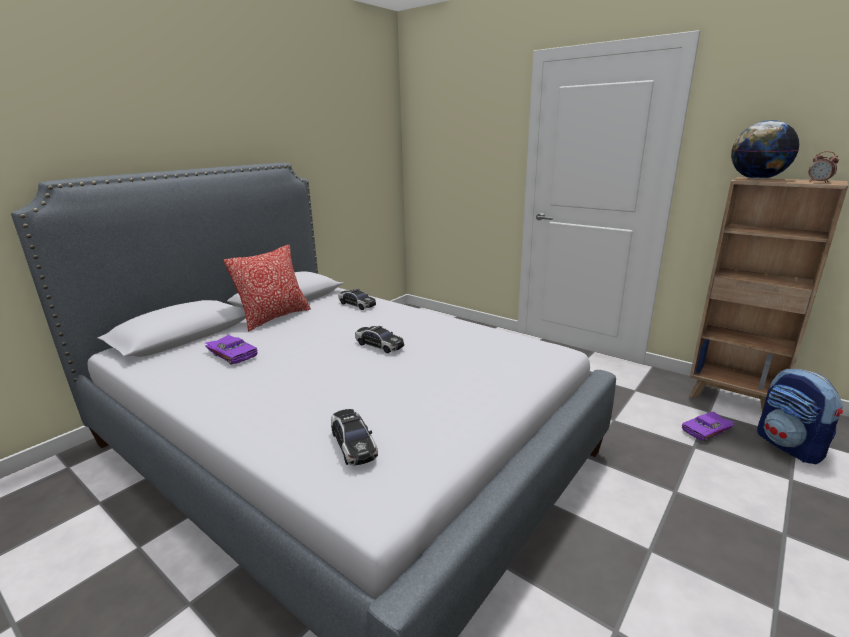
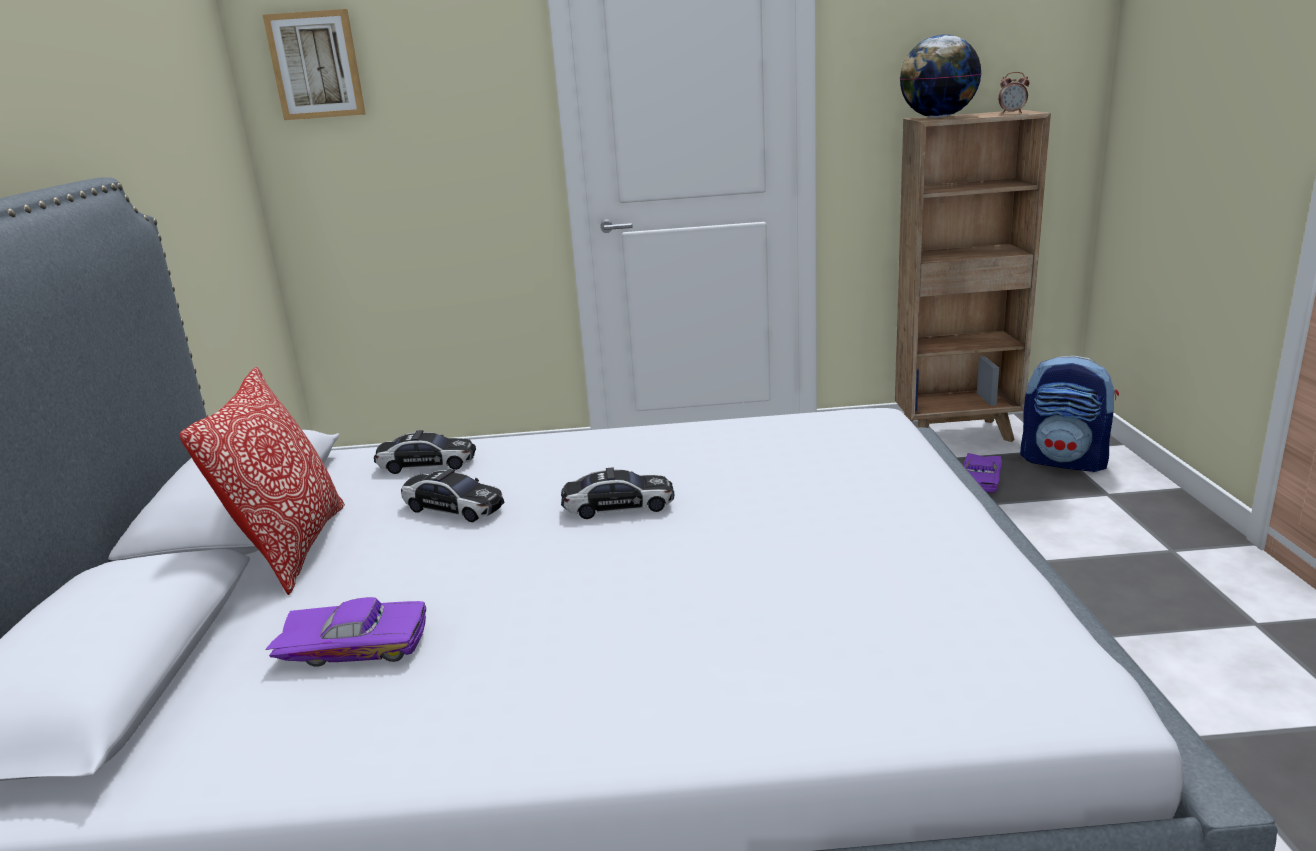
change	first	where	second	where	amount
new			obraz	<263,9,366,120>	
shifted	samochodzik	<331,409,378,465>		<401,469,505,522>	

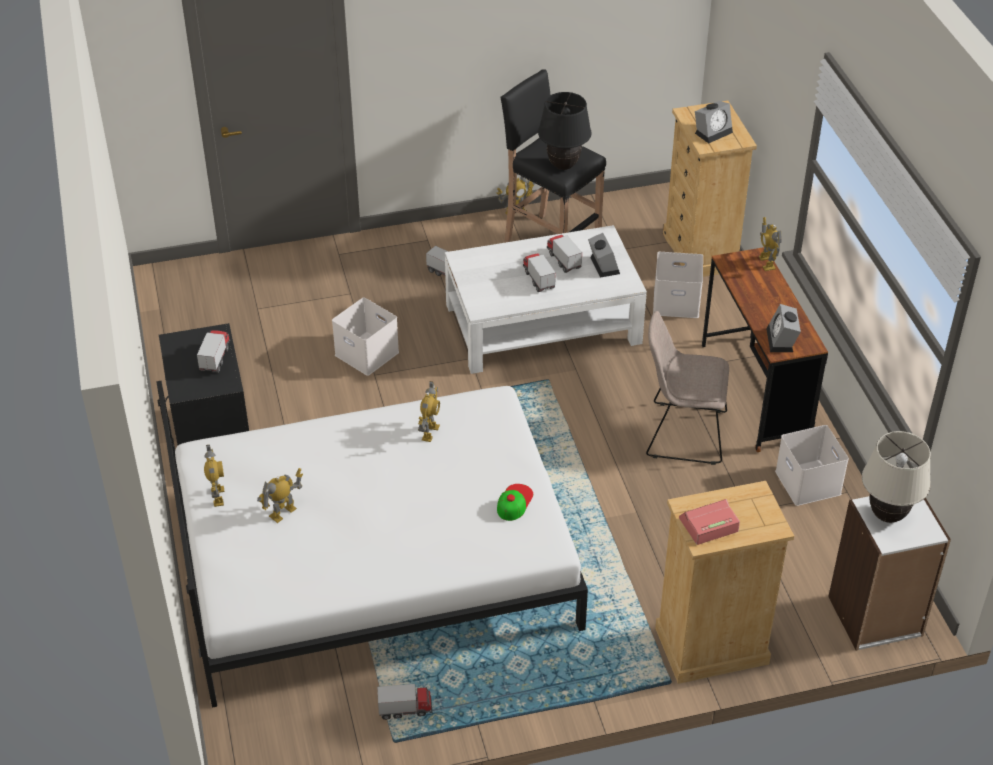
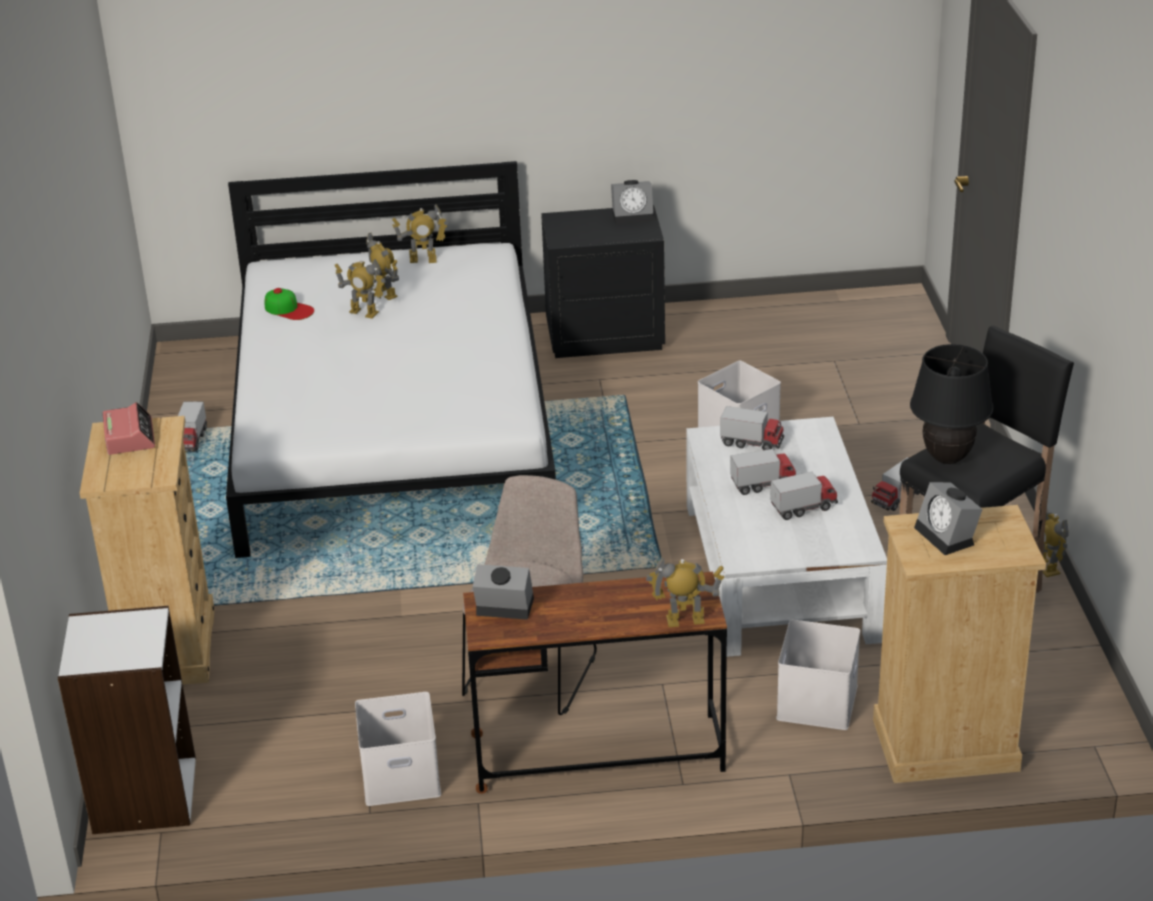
change	first	where	second	where	amount
gone	lampa stołowa [beżowy]	<862,431,931,523>			
shifted	ciężarówka zabawkowa	<197,330,230,373>		<720,406,784,450>	
shifted	robot zabawkowy	<418,381,440,442>		<335,259,386,319>	
shifted	czapka z daszkiem	<497,484,533,521>		<265,288,314,320>	
shifted	budzik	<588,233,620,278>		<611,180,654,224>	

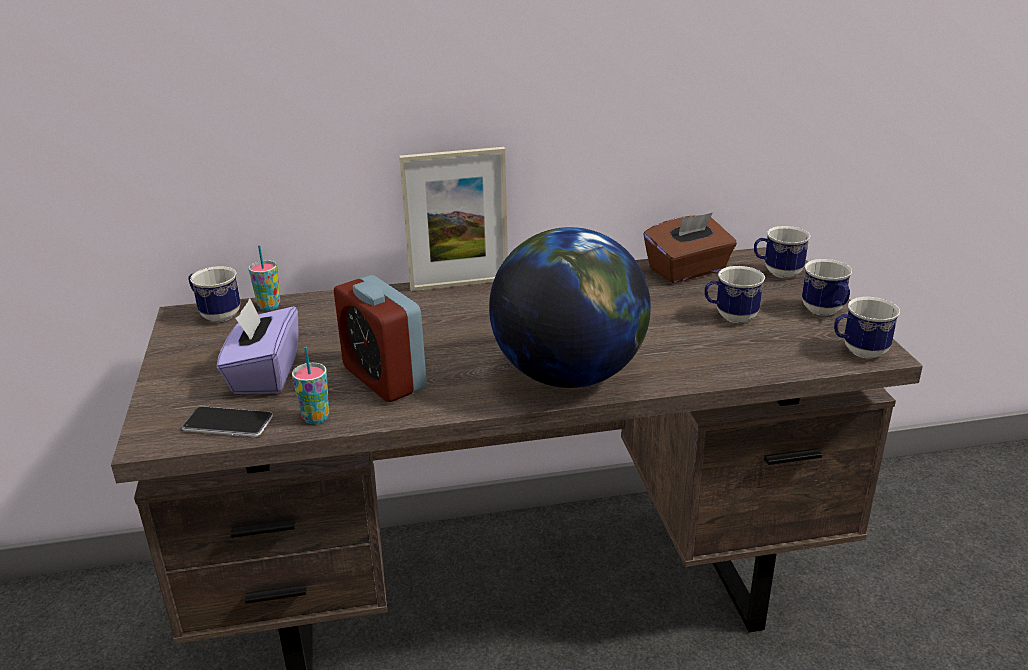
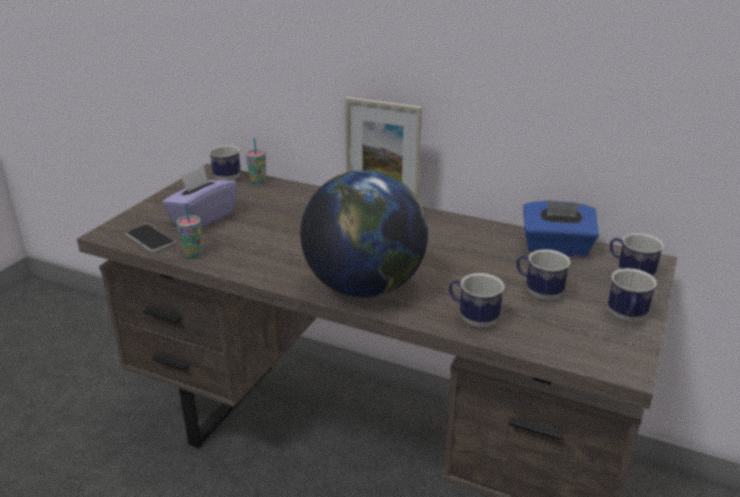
change	first	where	second	where	amount
gone	budzik	<334,275,427,402>			
shifted	kubek	<834,297,900,359>		<449,273,505,328>	
repainted	pudełko chusteczek [brązowy]	<643,212,737,283>	pudełko chusteczek [niebieski]	<523,200,599,257>	

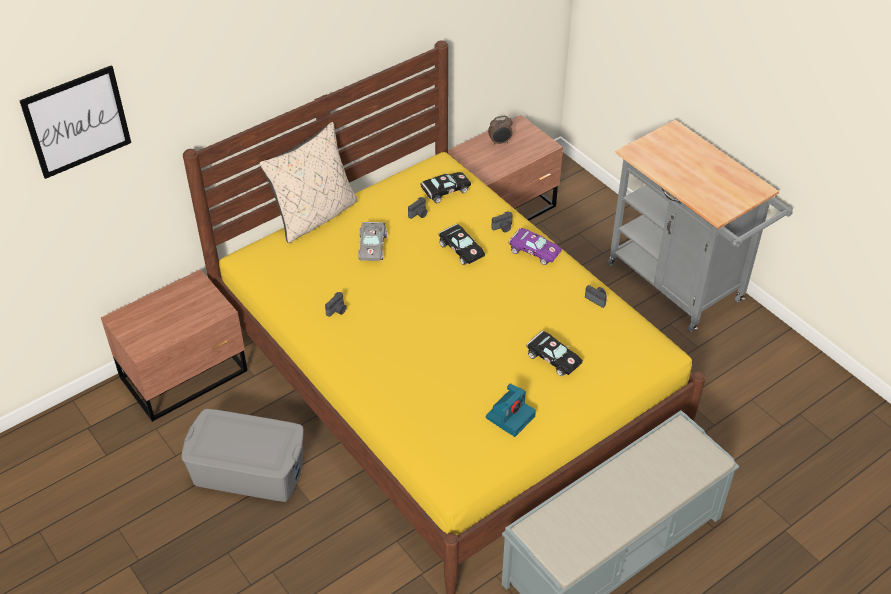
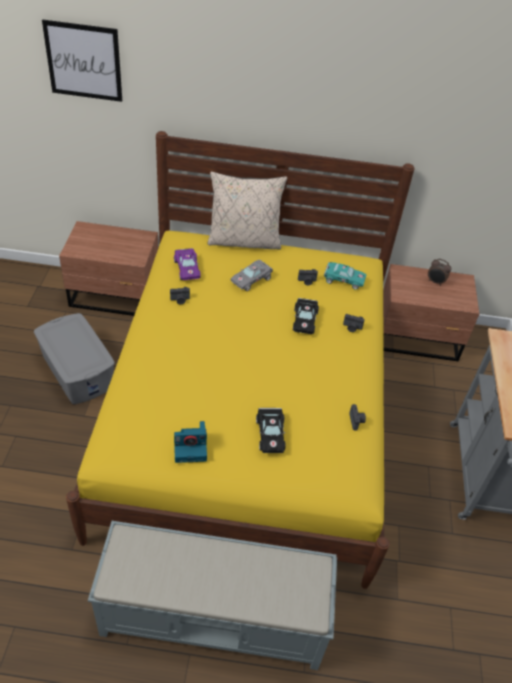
change	first	where	second	where	amount
shifted	samochodzik [fioletowy]	<509,228,562,265>		<174,248,201,280>	
repainted	samochodzik [czarny]	<421,172,471,203>	samochodzik [turkusowy]	<324,262,367,290>	

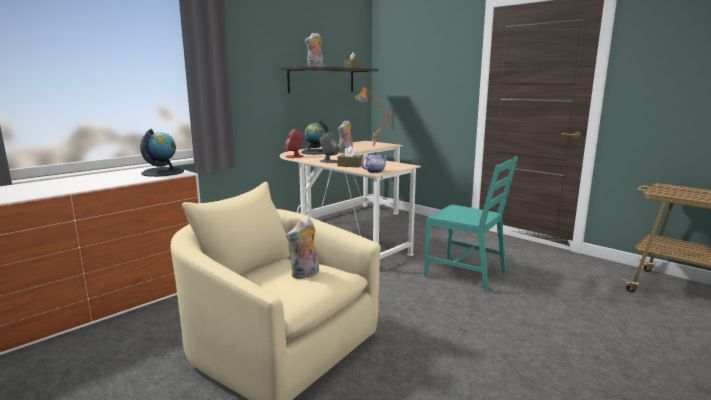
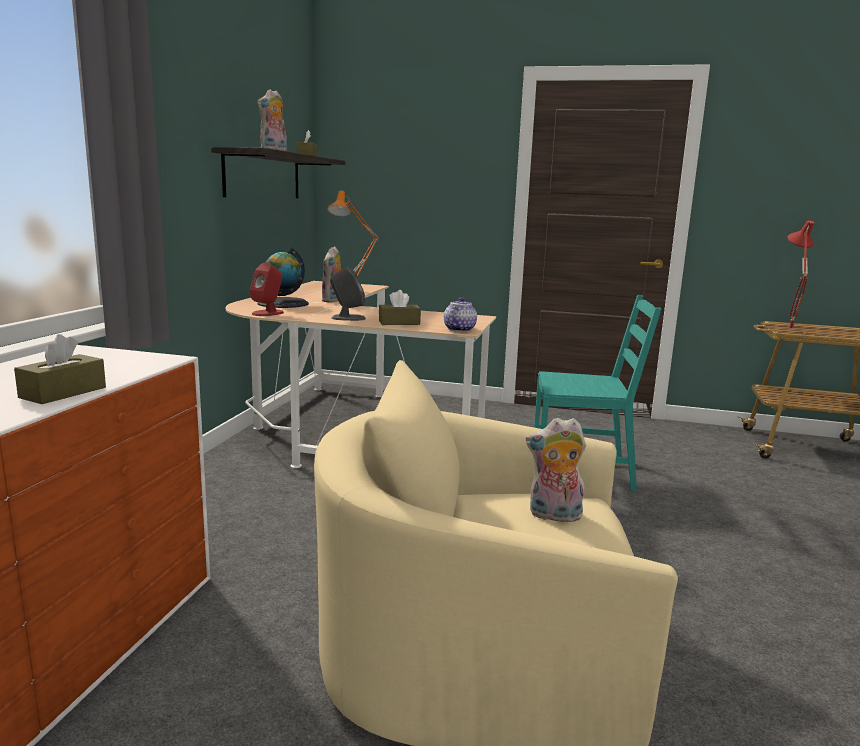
change	first	where	second	where	amount
gone	globus	<140,129,184,177>			
new			pudełko chusteczek [brązowy]	<14,334,106,404>	
new			lampa stołowa [czerwony]	<788,220,815,331>	
rotated	pluszak	<286,218,319,279>		<526,418,586,522>	75 degrees clockwise

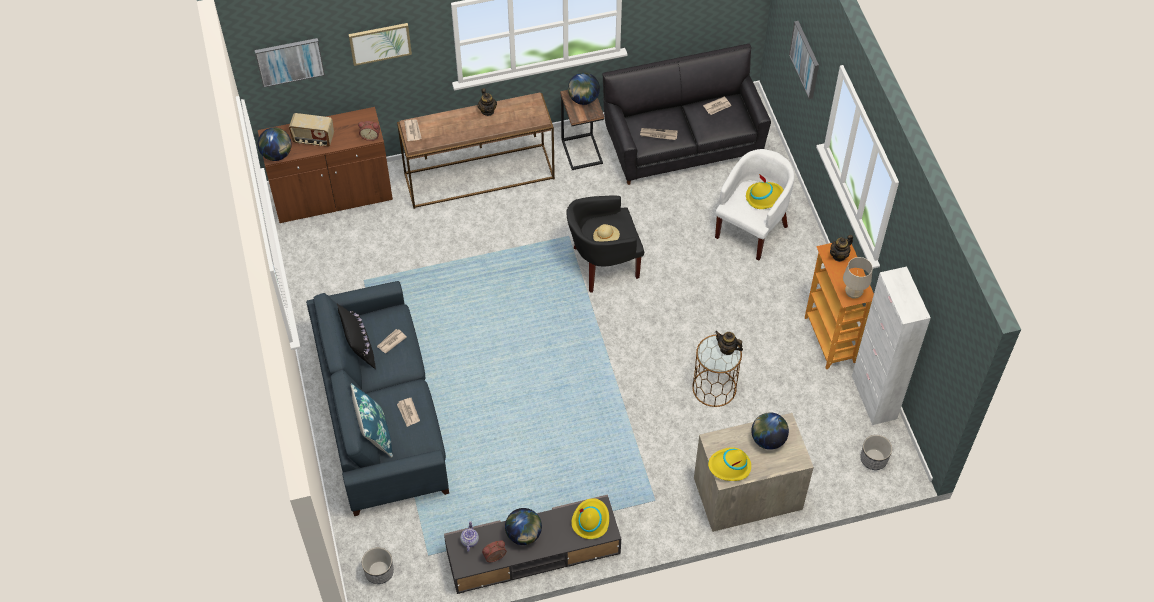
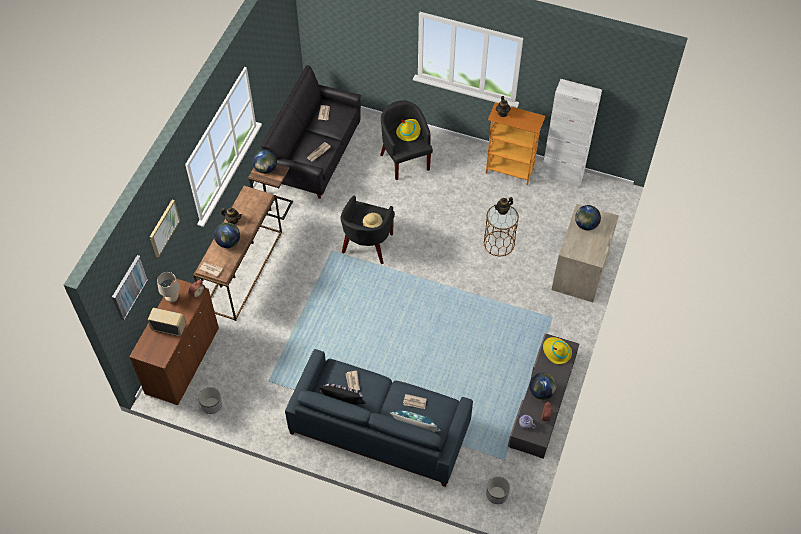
change	first	where	second	where	amount
gone	kapelusz [żółty]	<708,447,751,481>			
gone	obraz	<789,21,819,99>			
shifted	globus	<258,128,291,161>		<214,222,240,248>	
shifted	lampa stołowa [beżowy]	<843,257,873,299>		<157,272,180,302>	
shifted	donica	<860,435,892,470>		<198,387,222,414>	
repainted	fotel [biały]	<715,149,795,260>	fotel [czarny]	<380,101,433,180>	
rotated	radio	<289,113,334,147>		<147,308,186,336>	120 degrees counterclockwise

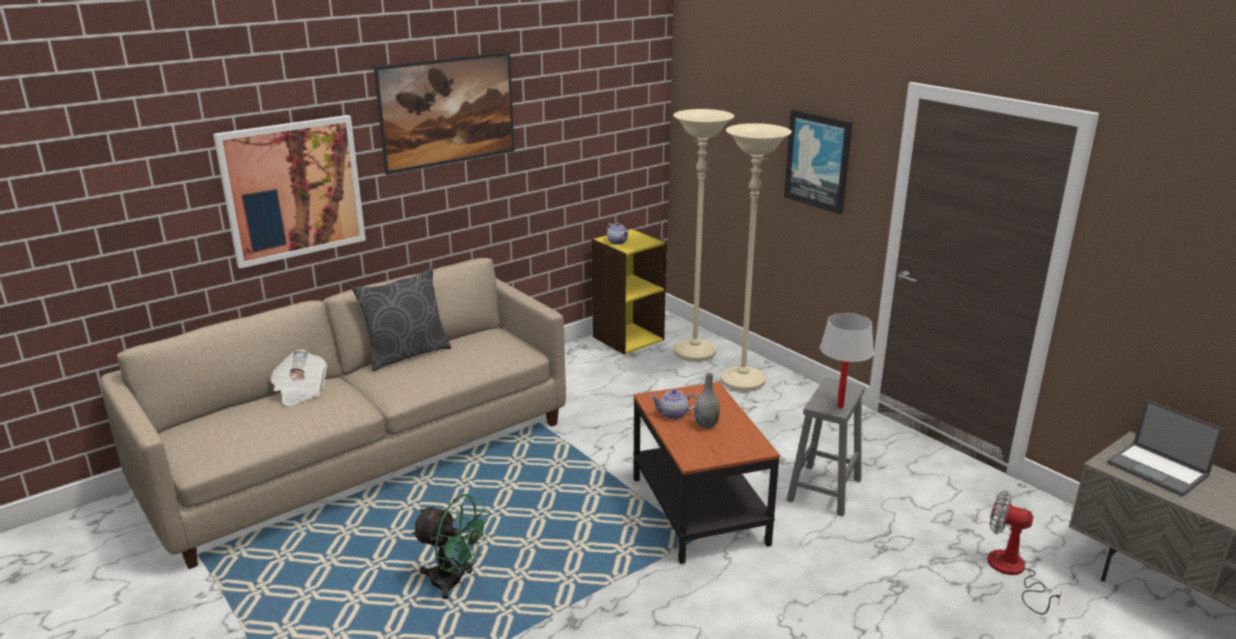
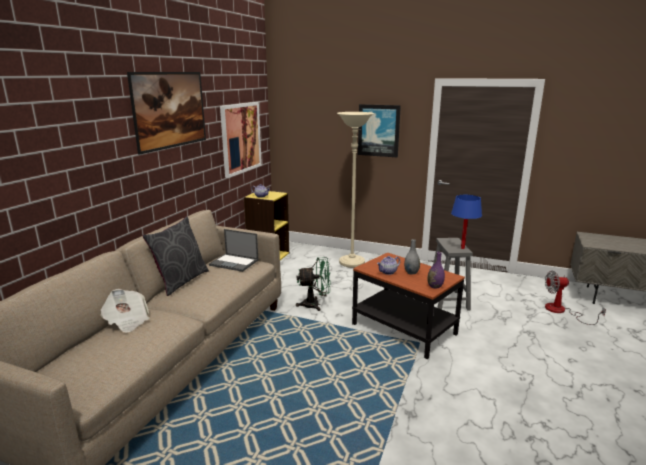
change	first	where	second	where	amount
gone	lampa stojąca [beżowy]	<673,109,734,362>			
new			wazon [fioletowy]	<427,252,445,289>	
shifted	obraz	<213,115,366,269>		<220,102,262,178>	
shifted	wentylator [zielony]	<411,494,490,599>		<296,257,331,311>	
shifted	laptop	<1107,399,1224,497>		<209,229,258,272>	
repainted	lampa stołowa [biały]	<820,313,874,408>	lampa stołowa [niebieski]	<451,195,482,249>	

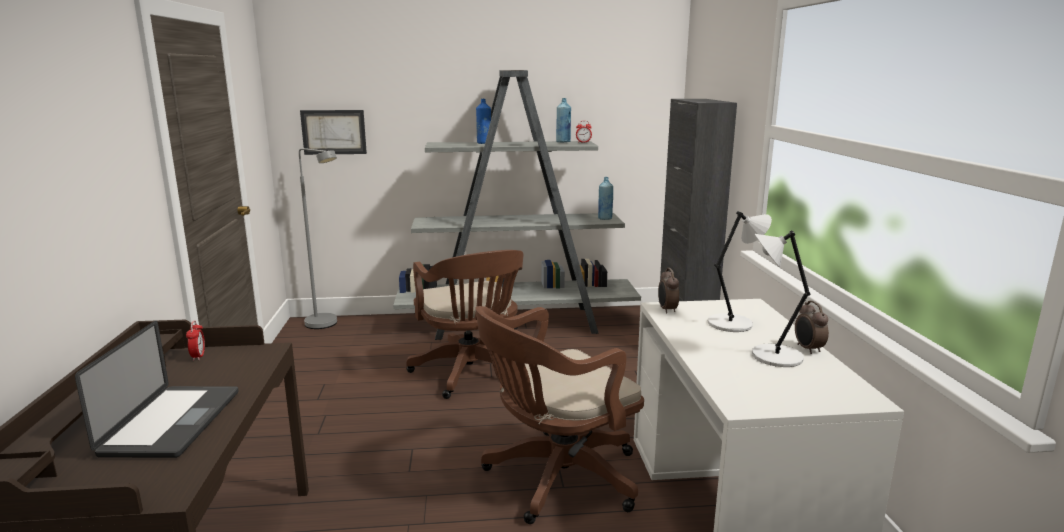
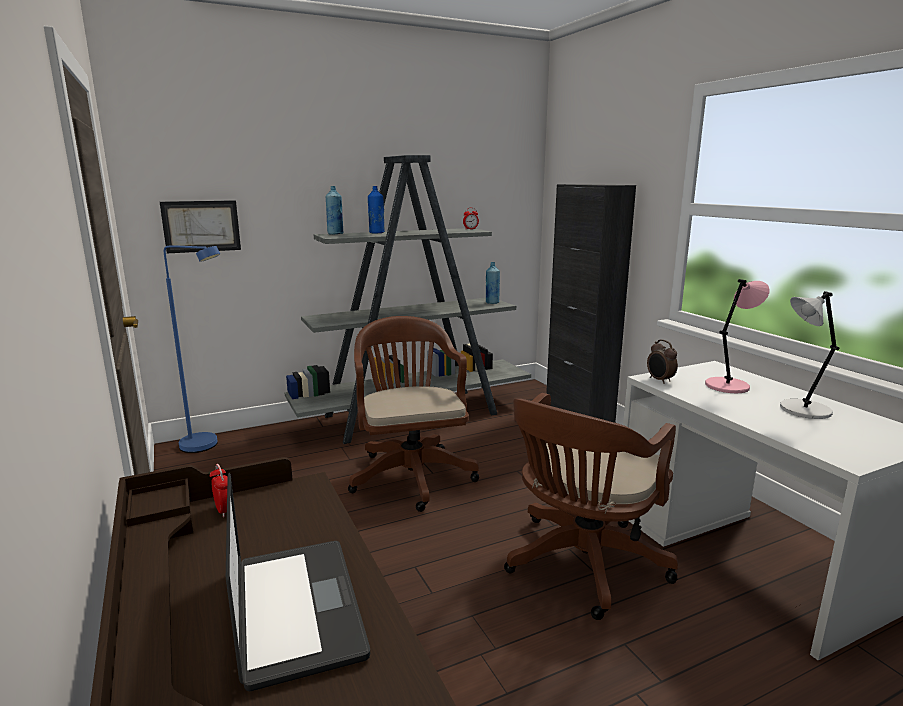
change	first	where	second	where	amount
gone	budzik	<795,301,829,354>			
shifted	butelka [niebieski]	<556,98,571,143>		<326,186,343,234>	
repainted	lampa stojąca [szary]	<299,148,337,329>	lampa stojąca [niebieski]	<164,245,220,453>	
repainted	lampa stołowa [szary]	<708,211,772,332>	lampa stołowa [różowy]	<705,279,770,393>	
rotated	krzesło biurowe [brązowy]	<406,250,523,399>		<348,316,479,512>	150 degrees counterclockwise

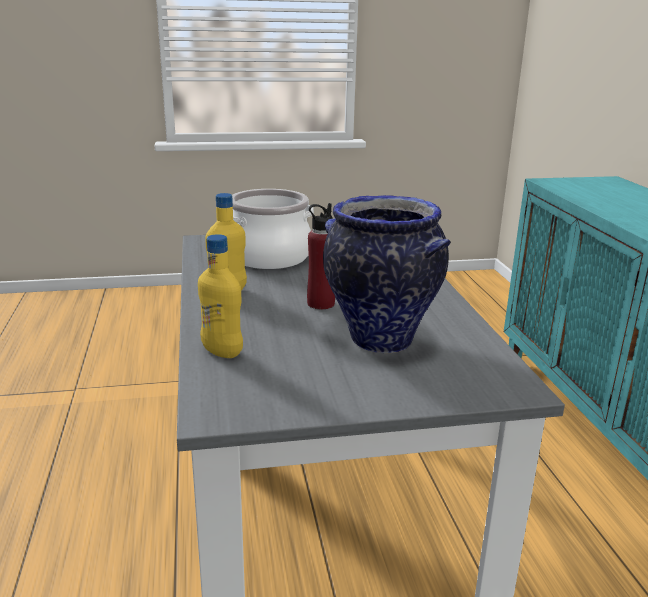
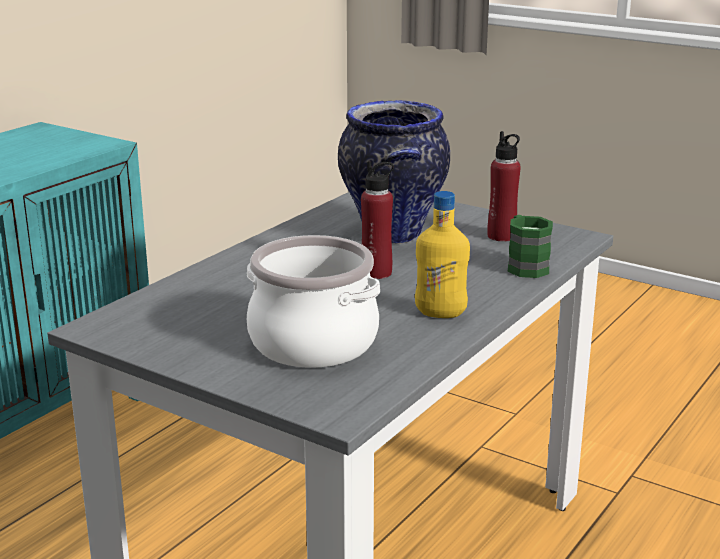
change	first	where	second	where	amount
new			butelka [czerwony]	<487,131,521,242>	
swapped	butelka [żółty]	<198,234,243,358>	kubek [zielony]	<507,215,553,278>	

